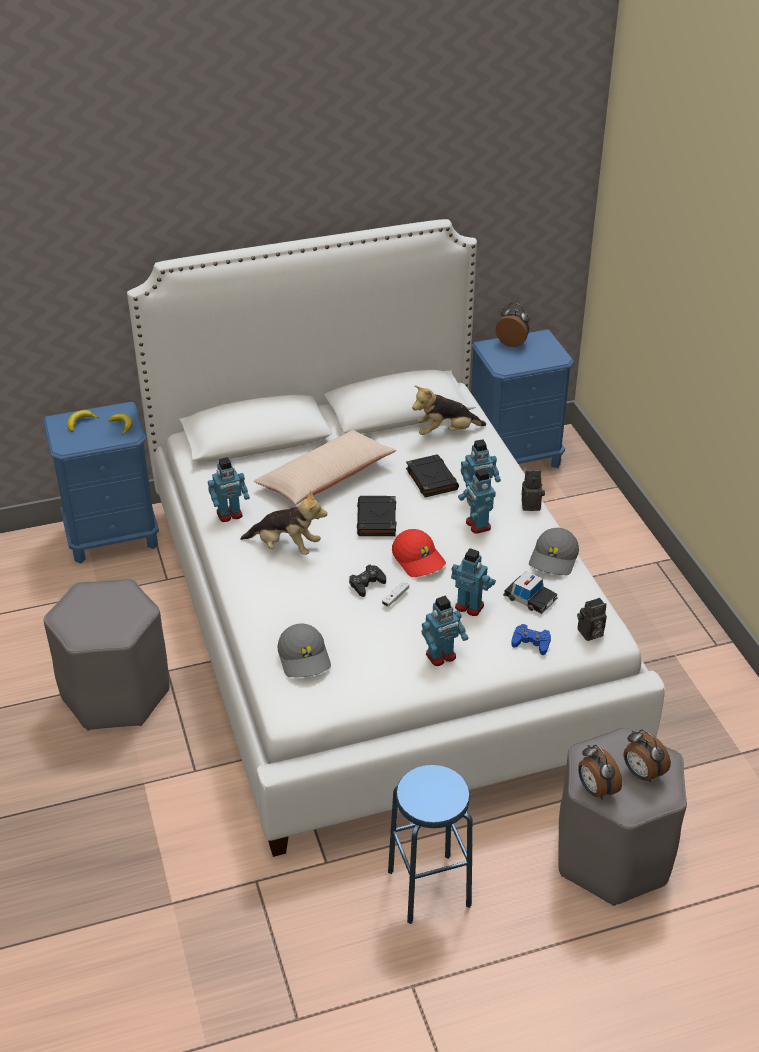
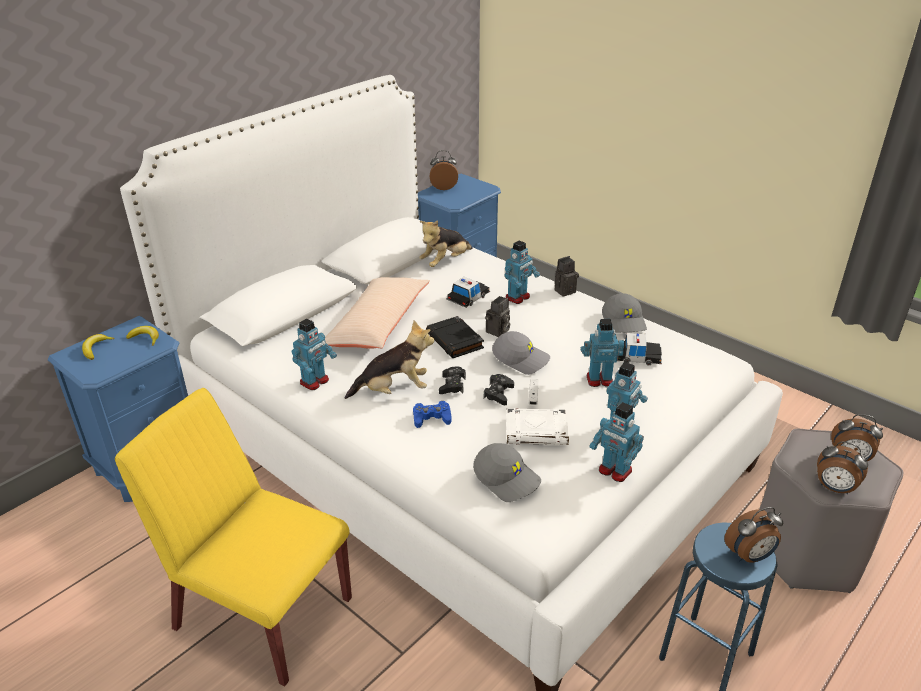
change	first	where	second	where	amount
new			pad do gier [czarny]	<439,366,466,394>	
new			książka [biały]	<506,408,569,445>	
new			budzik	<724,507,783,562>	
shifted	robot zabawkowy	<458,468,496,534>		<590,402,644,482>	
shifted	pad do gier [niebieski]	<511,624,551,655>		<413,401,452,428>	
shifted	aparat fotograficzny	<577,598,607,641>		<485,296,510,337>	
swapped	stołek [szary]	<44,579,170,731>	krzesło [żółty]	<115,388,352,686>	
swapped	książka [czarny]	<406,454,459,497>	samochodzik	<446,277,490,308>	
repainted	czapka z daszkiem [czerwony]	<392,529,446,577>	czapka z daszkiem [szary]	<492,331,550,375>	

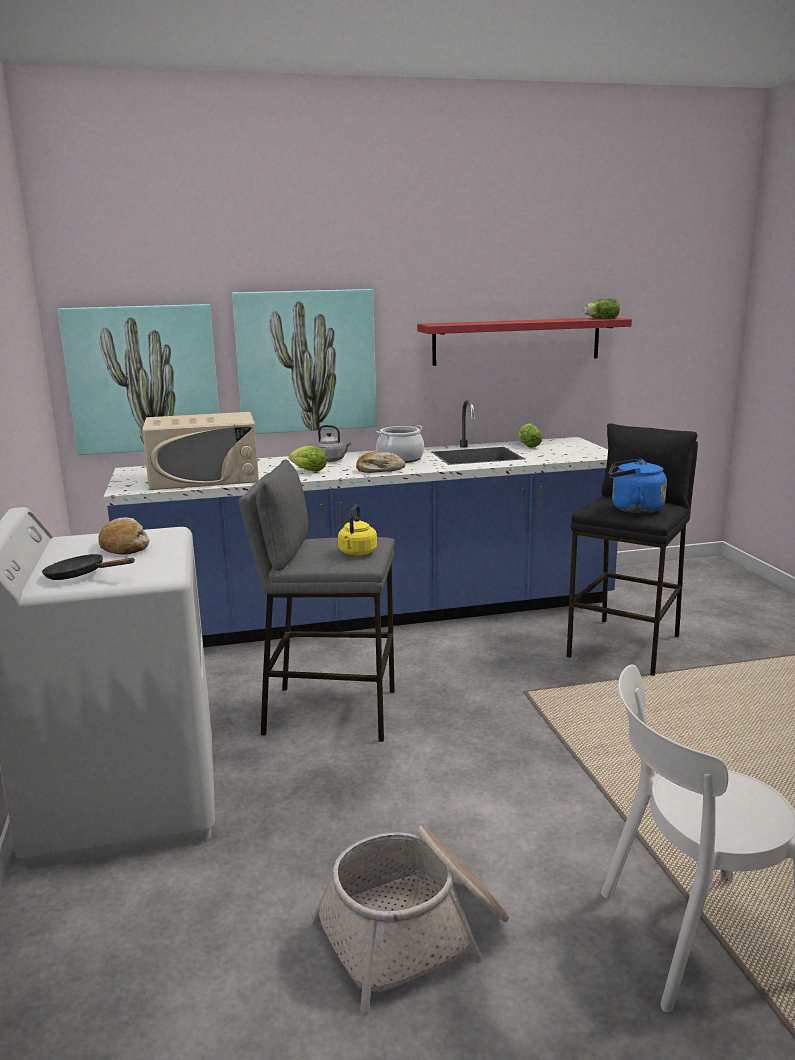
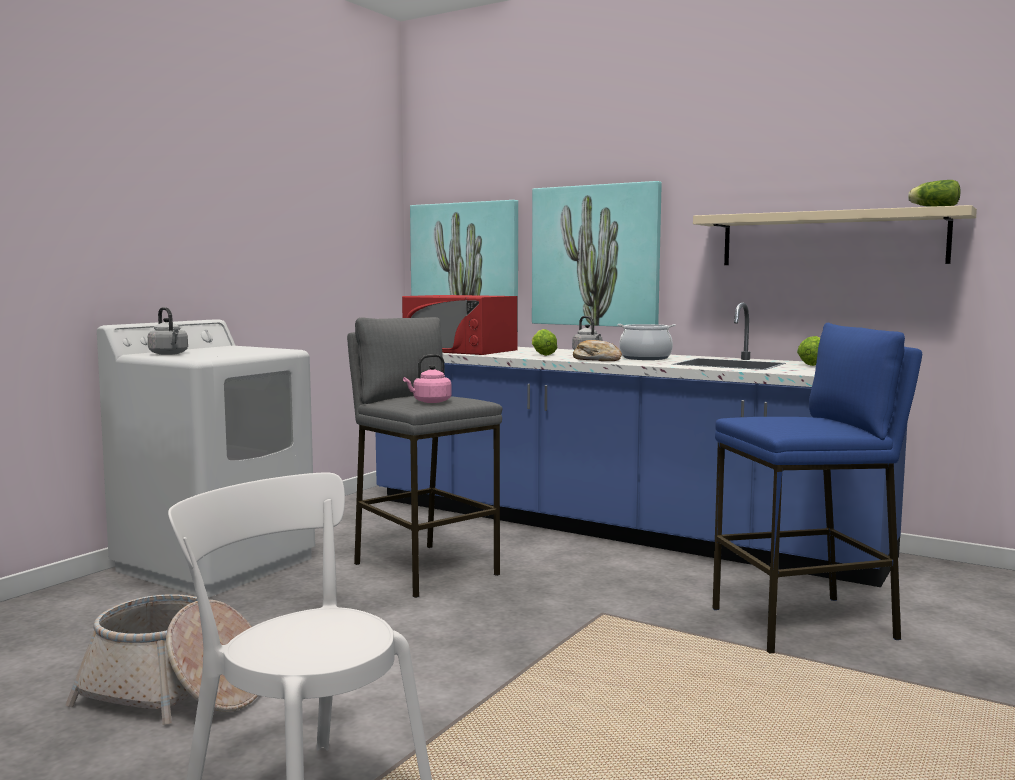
change	first	where	second	where	amount
gone	chleb	<99,517,150,555>			
gone	czajnik [niebieski]	<609,458,667,514>			
swapped	patelnia [czarny]	<42,554,135,580>	czajnik [szary]	<148,307,188,355>	
repainted	mikrofalówka [beżowy]	<142,412,259,490>	mikrofalówka [czerwony]	<402,295,518,355>	
repainted	czajnik [żółty]	<338,505,377,555>	czajnik [różowy]	<403,354,452,403>	
repainted	półka [czerwony]	<417,317,632,366>	półka [beżowy]	<693,205,977,265>	
repainted	stołek [czarny]	<567,423,698,676>	stołek [niebieski]	<712,323,922,653>	

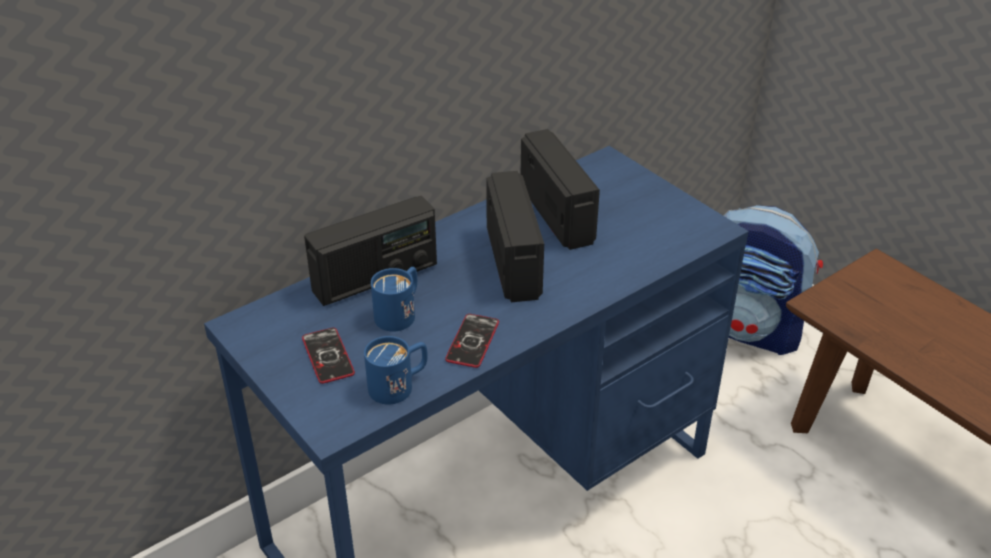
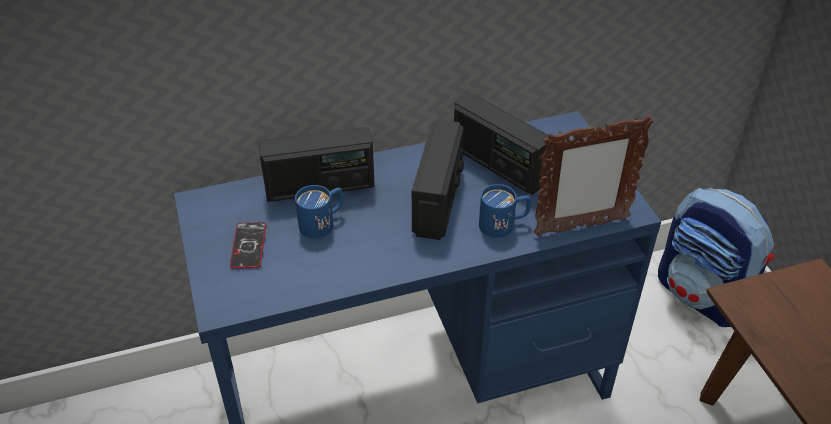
change	first	where	second	where	amount
gone	telefon	<445,314,499,368>			
new			ramka na zdjęcie	<534,116,654,236>	
shifted	kubek [niebieski]	<364,336,428,405>		<479,184,531,238>	
rotated	radio	<521,129,600,250>		<454,93,551,195>	135 degrees clockwise

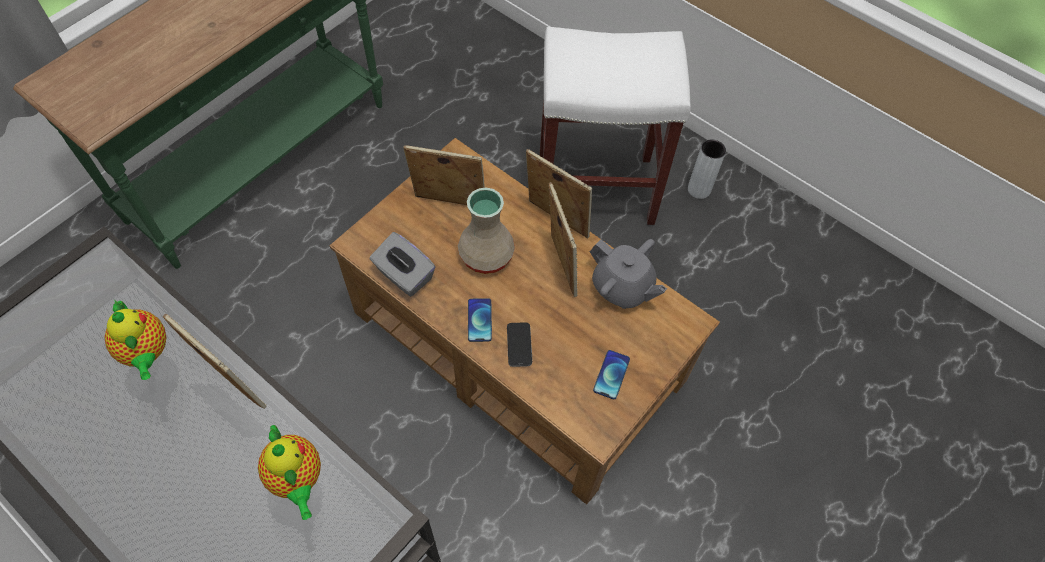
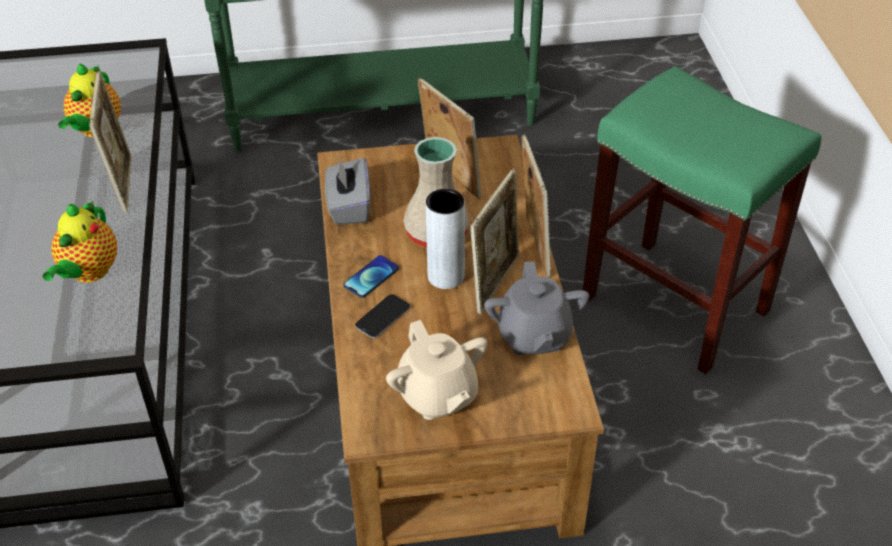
change	first	where	second	where	amount
shifted	wazon [szary]	<688,139,726,199>		<426,189,465,289>	
swapped	telefon	<593,350,630,399>	imbryk [beżowy]	<386,320,487,420>	
repainted	stołek [biały]	<540,27,691,225>	stołek [zielony]	<583,66,821,374>	

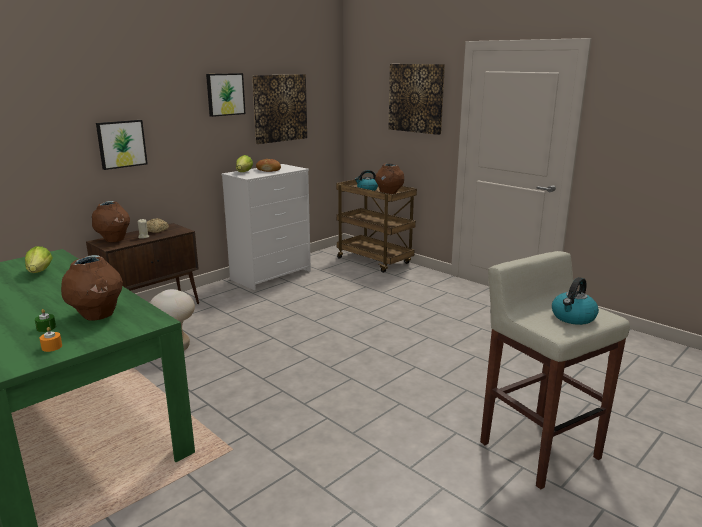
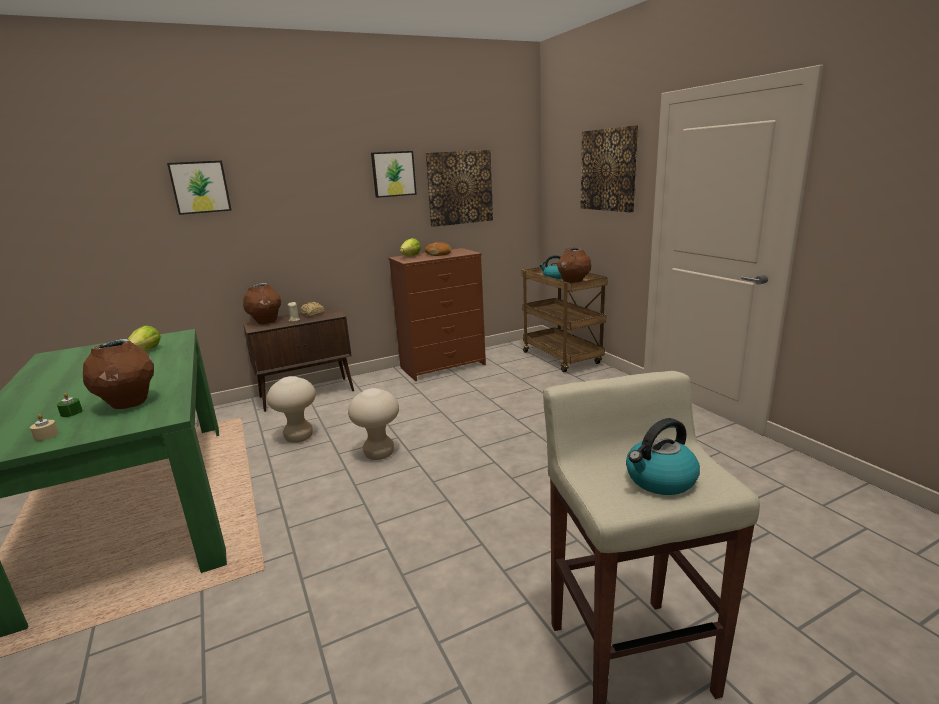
change	first	where	second	where	amount
new			stołek [beżowy]	<348,388,399,460>	
shifted	obraz	<96,120,148,170>		<167,161,232,215>	
repainted	świeca [pomarańczowy]	<39,327,62,352>	świeca [beżowy]	<30,414,59,441>	
repainted	komoda [biały]	<221,164,311,290>	komoda [brązowy]	<388,248,486,381>	

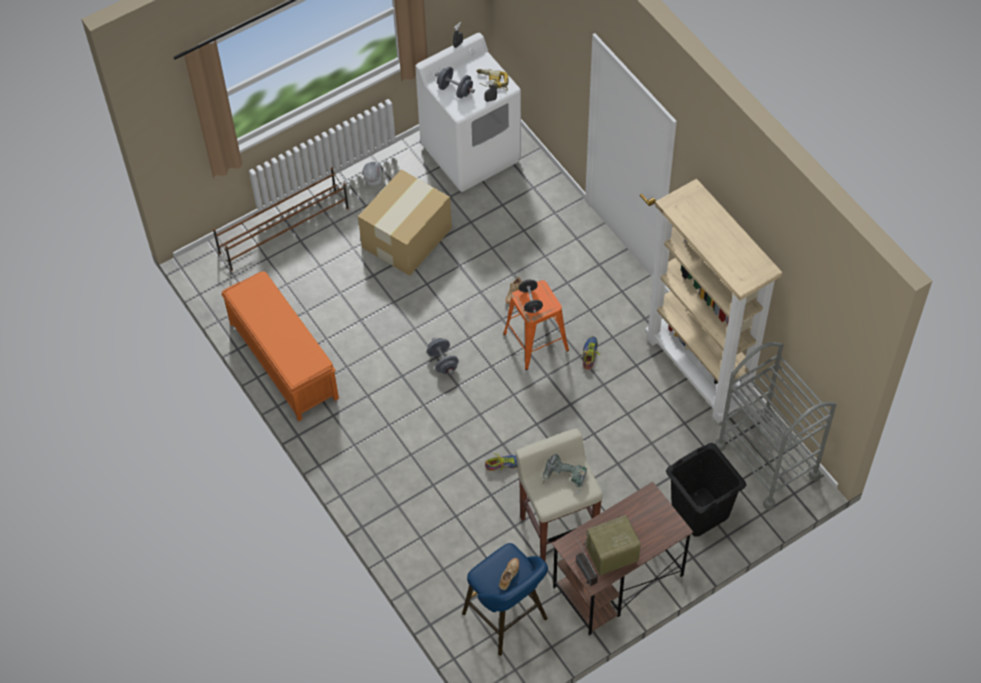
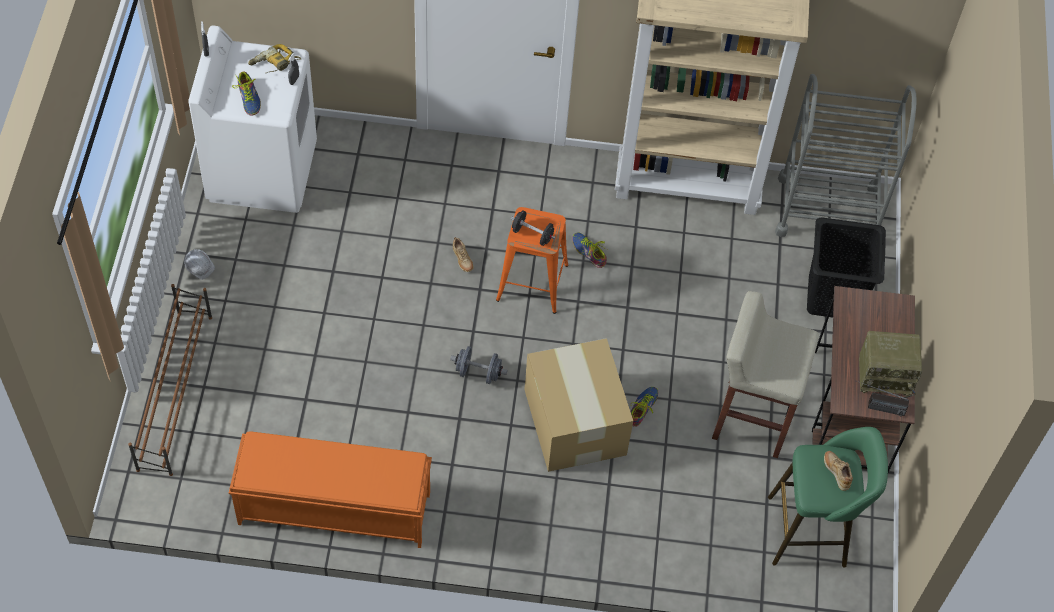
change	first	where	second	where	amount
gone	wiertarka	<543,454,587,494>			
shifted	karton	<358,169,452,276>		<524,338,633,472>	
swapped	hantel [szary]	<435,67,475,98>	but	<232,72,261,116>	
repainted	stołek [niebieski]	<462,543,548,656>	stołek [zielony]	<768,427,888,567>	
rotated	radio	<583,515,641,576>		<859,331,922,399>	105 degrees counterclockwise

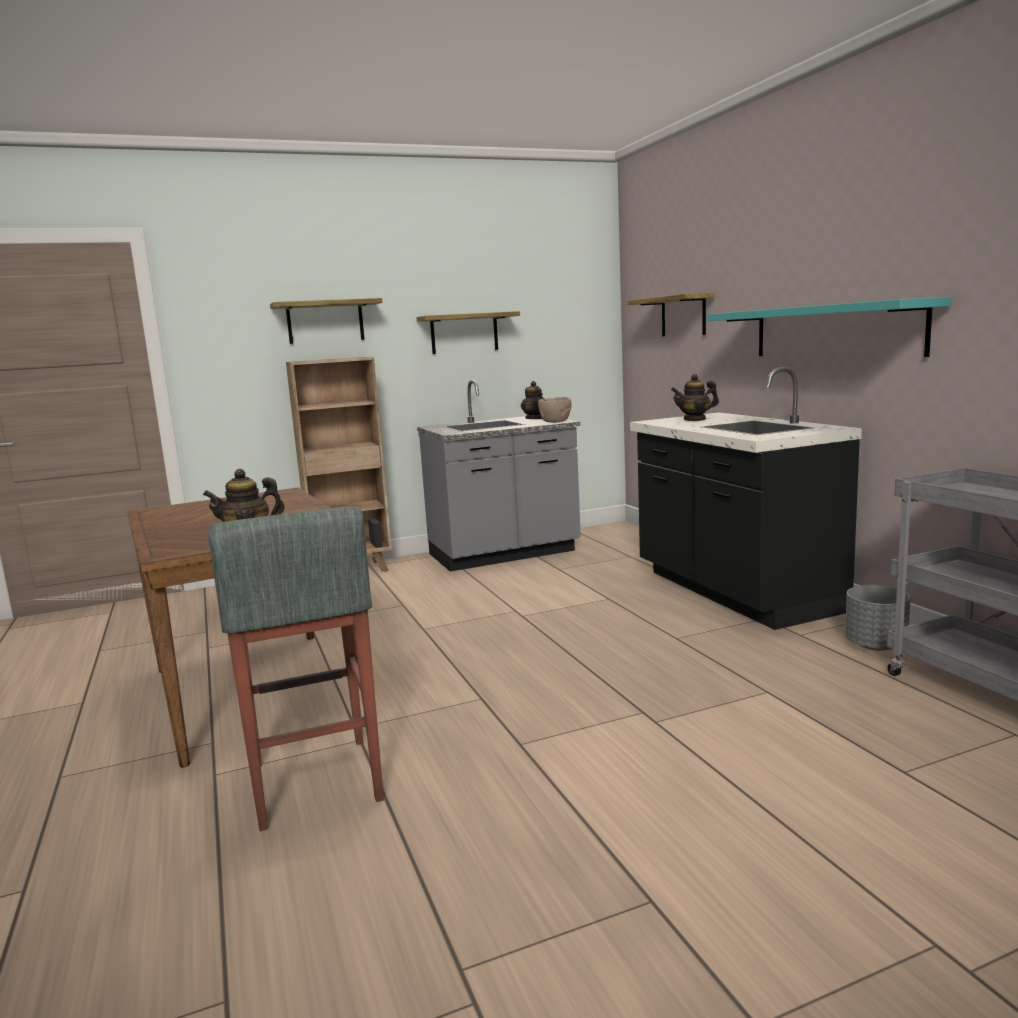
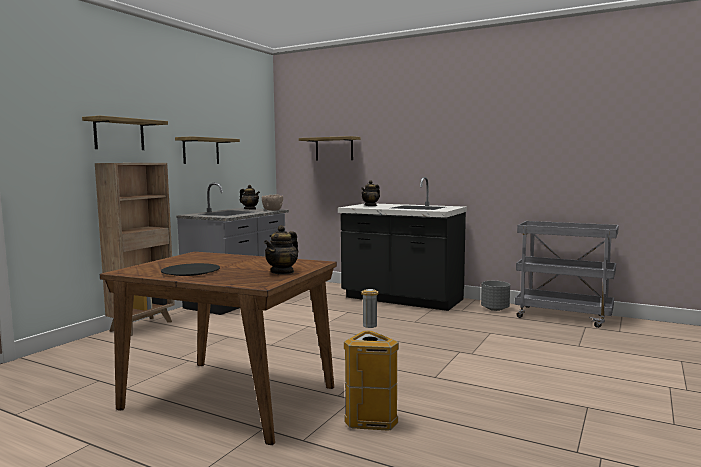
change	first	where	second	where	amount
gone	półka [turkusowy]	<708,297,952,357>			
new			talerz [czarny]	<161,263,220,276>	
swapped	stołek [szary]	<208,506,384,831>	kosz na śmieci	<344,289,399,431>	

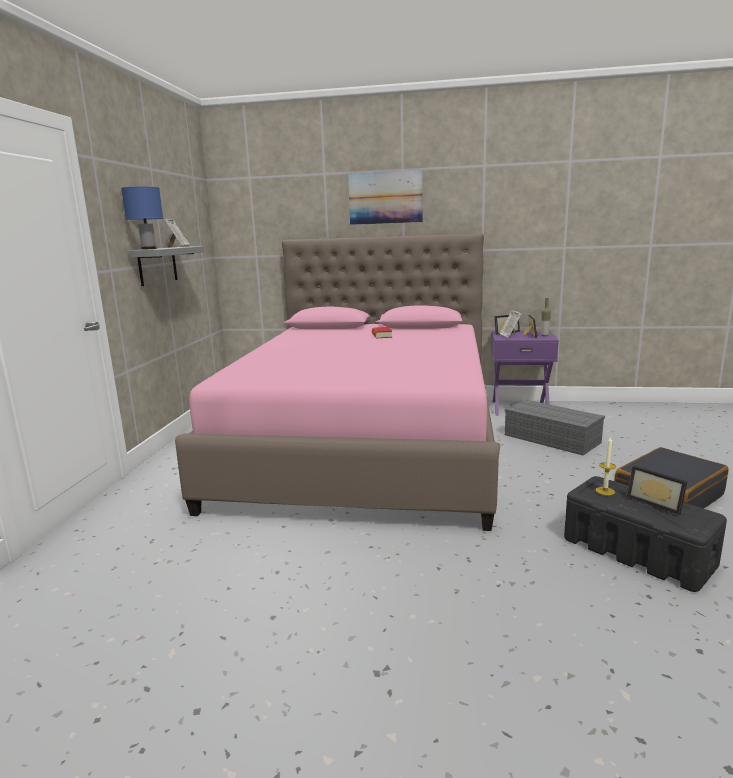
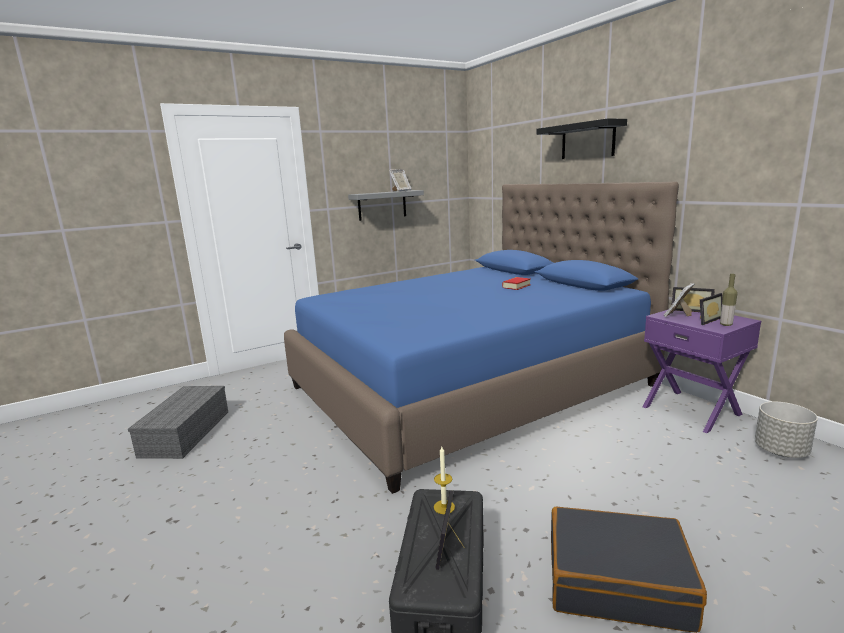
change	first	where	second	where	amount
gone	lampa stołowa [niebieski]	<121,187,163,250>			
new			donica [szary]	<755,402,818,458>	
shifted	pojemnik do przechowywania [szary]	<505,400,605,455>		<128,386,228,459>	
swapped	obraz	<348,170,423,225>	półka [czarny]	<536,118,627,159>	
repainted	łóżko [różowy]	<175,233,500,531>	łóżko [niebieski]	<284,181,679,494>	

